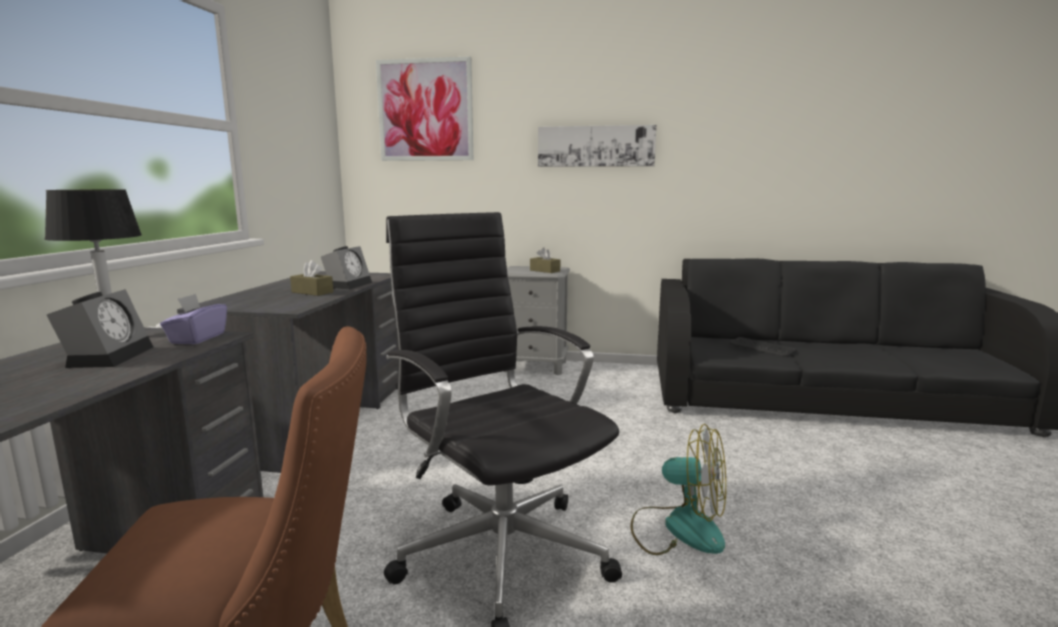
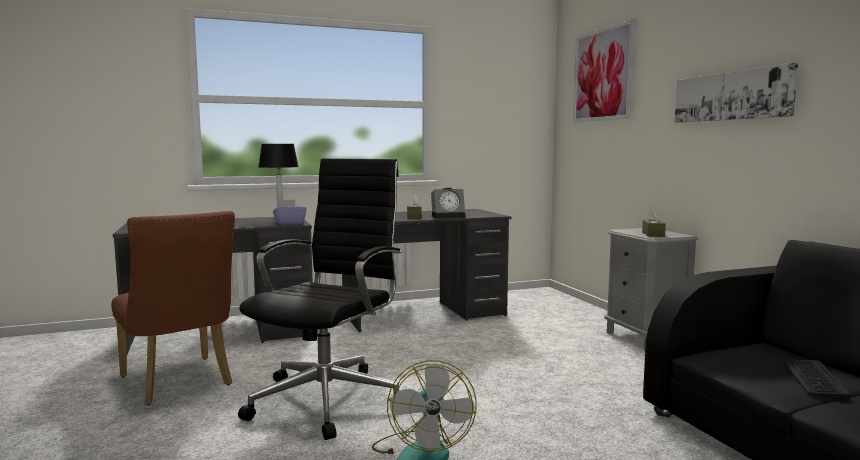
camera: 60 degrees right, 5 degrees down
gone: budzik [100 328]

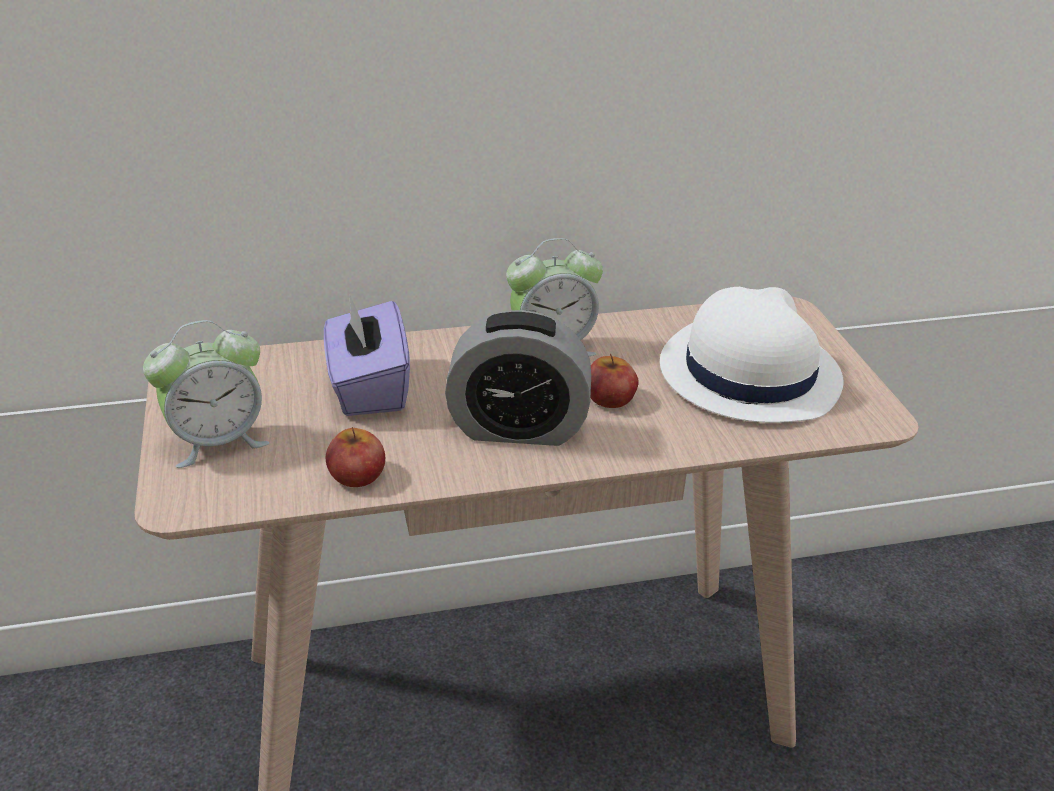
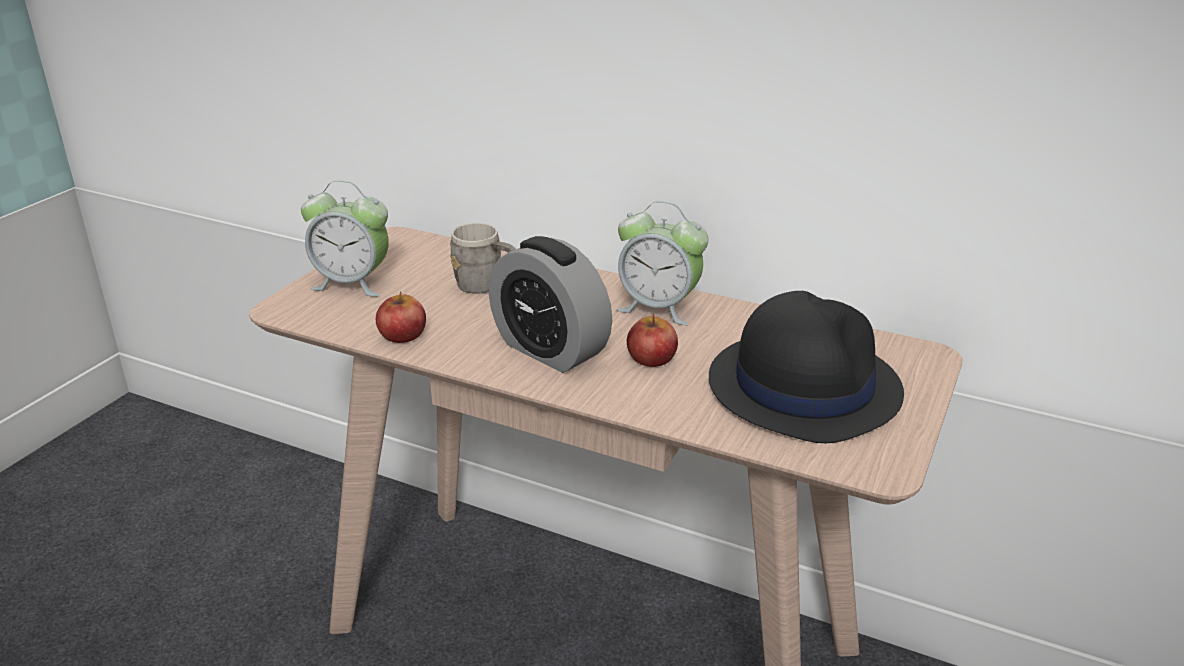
camera: 40 degrees right, 5 degrees down
swapped: pudełko chusteczek (fioletowy) [367 356] to kubek (szary) [483 258]
repainted: kapelusz (biały) [752 355] to kapelusz (czarny) [806 367]

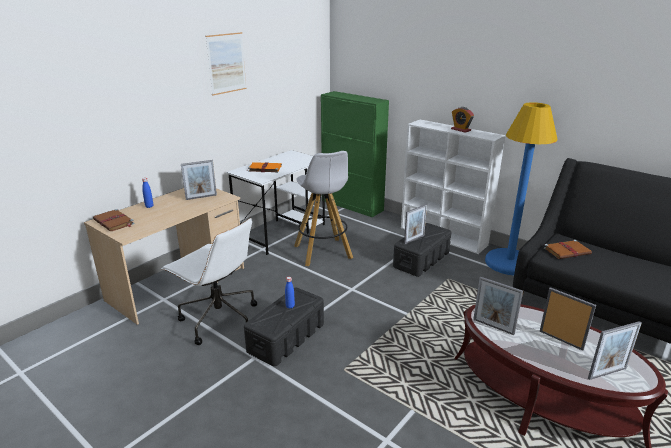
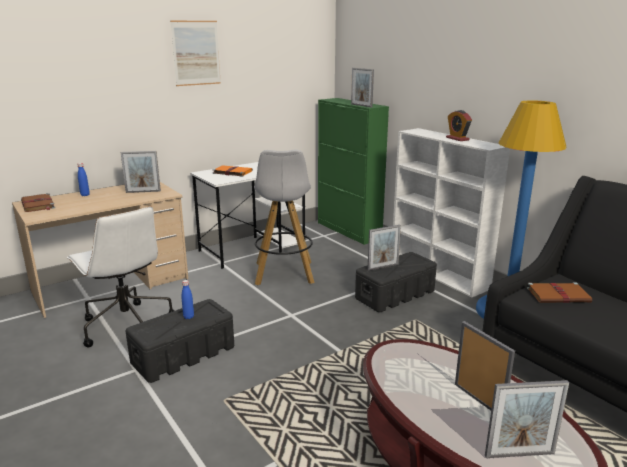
camera: 15 degrees right, 5 degrees down
shifted: ramka na zdjęcie [498 306] to [362 87]

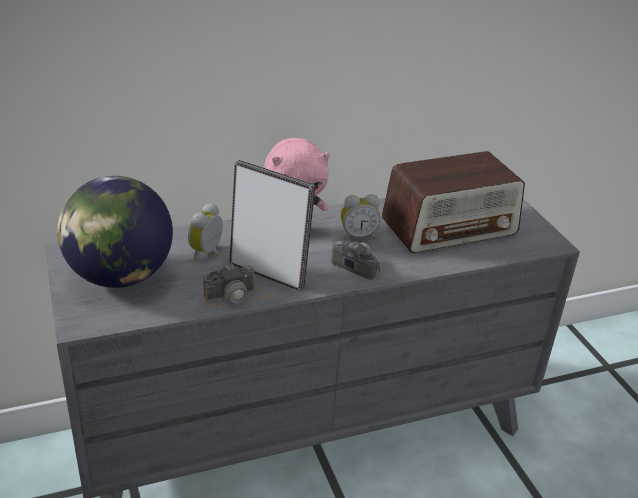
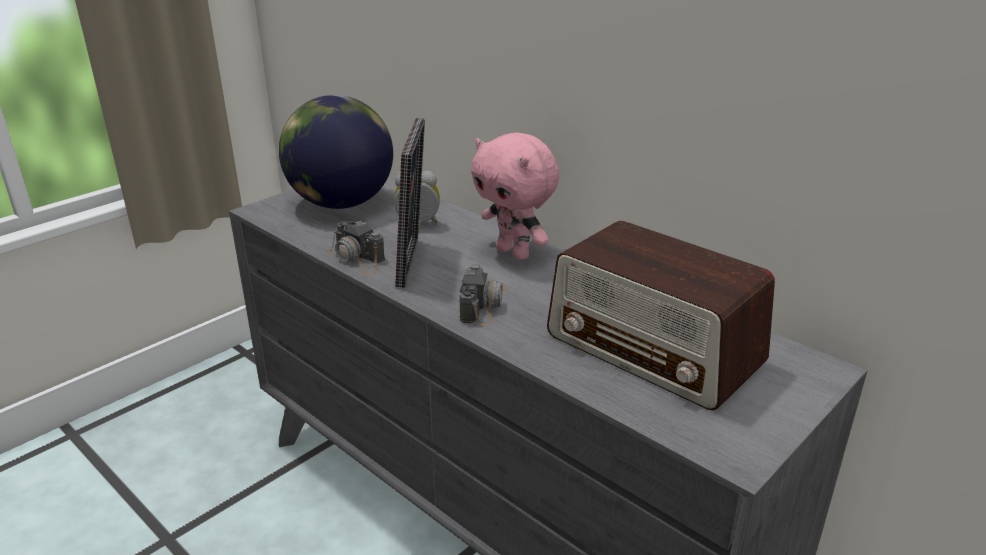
camera: 65 degrees right, 5 degrees down
gone: budzik [361 217]

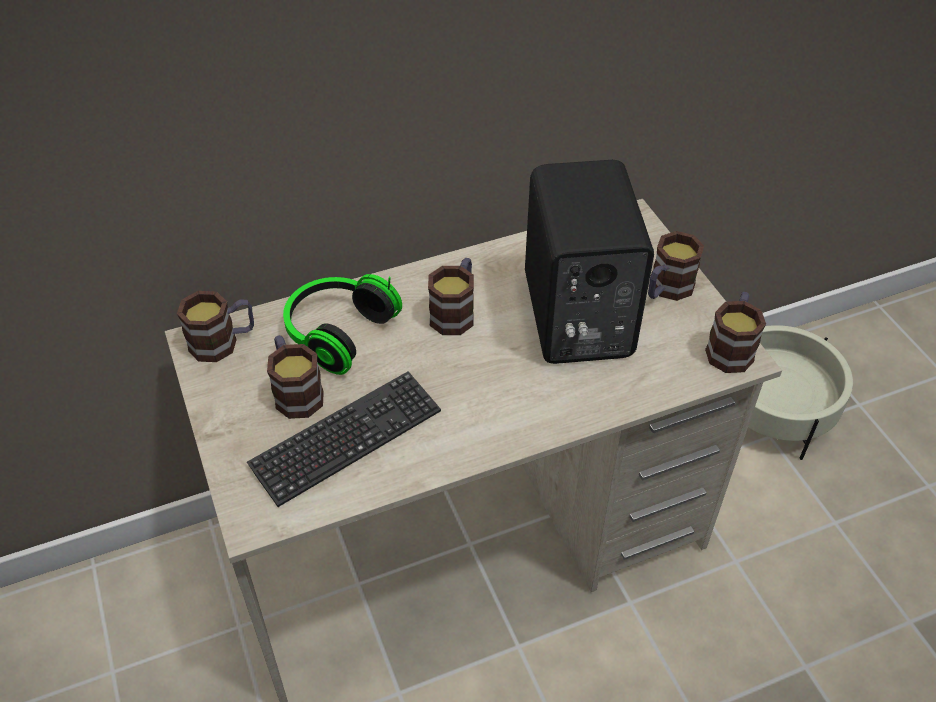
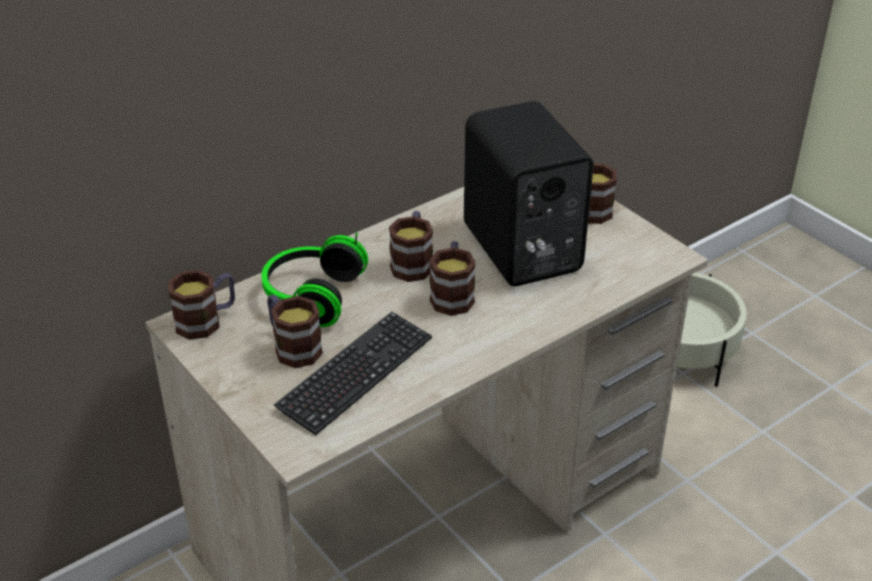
camera: 15 degrees left, 10 degrees down
shifted: kubek [735 332] to [452 278]

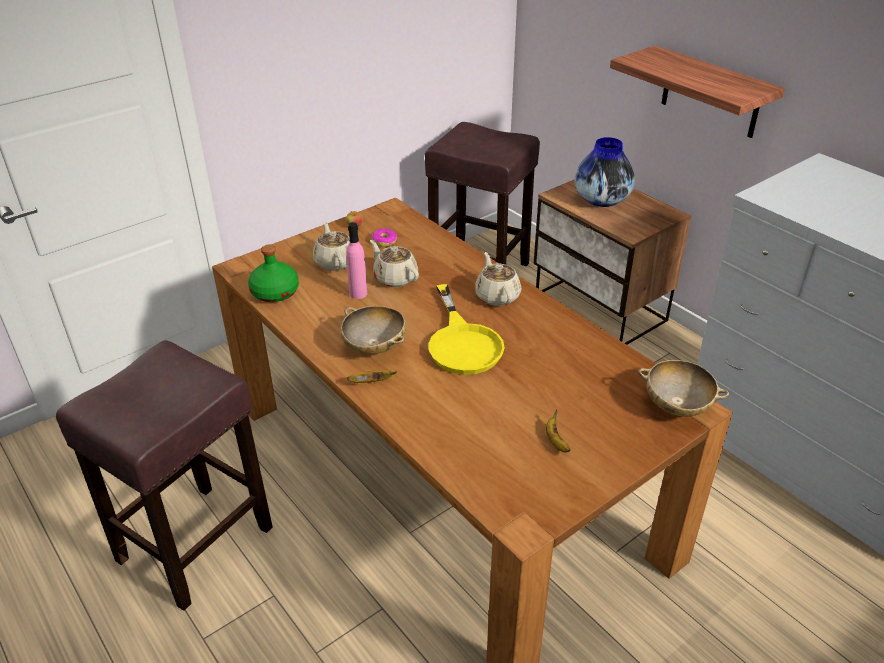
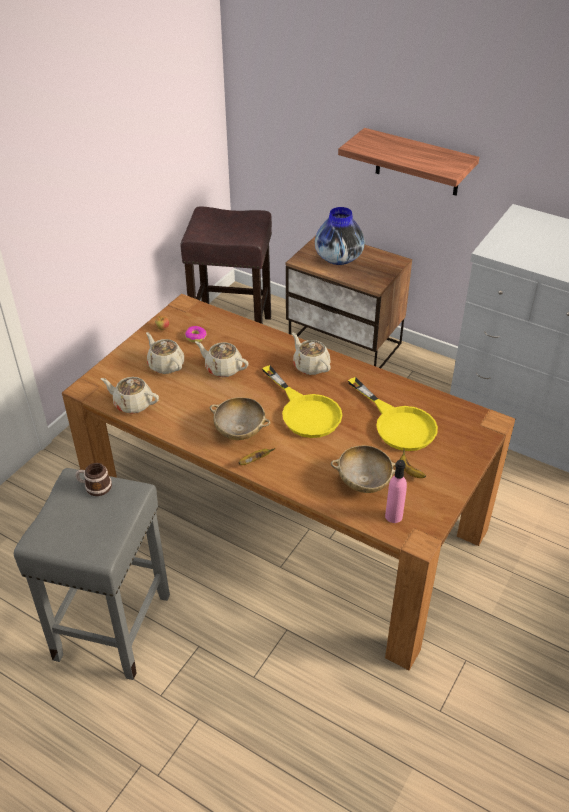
camera: 20 degrees left, 5 degrees up
new: kubek [93 479]; patelnia (żółty) [393 414]
shifted: miska (beżowy) [683 388] to [363 469]; butelka (różowy) [356 260] to [396 491]
swapped: butelka (zielony) [273 273] to imbryk (beżowy) [130 395]
repainted: stołek (brązowy) [164 475] to stołek (szary) [92 574]

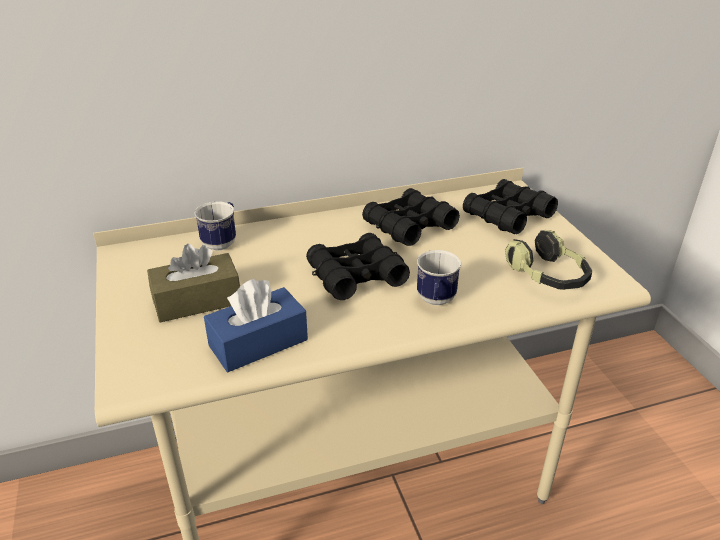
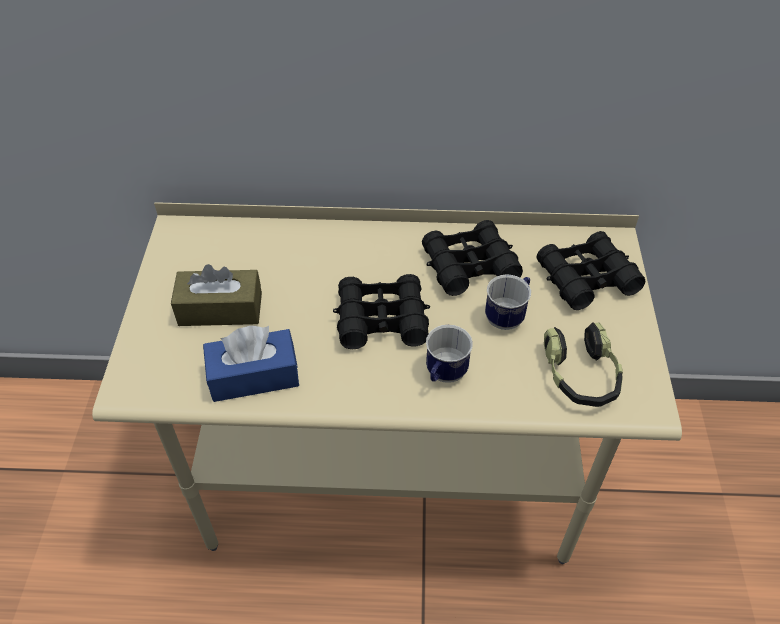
camera: 20 degrees right, 15 degrees up
shifted: kubek [215 226] to [508 302]

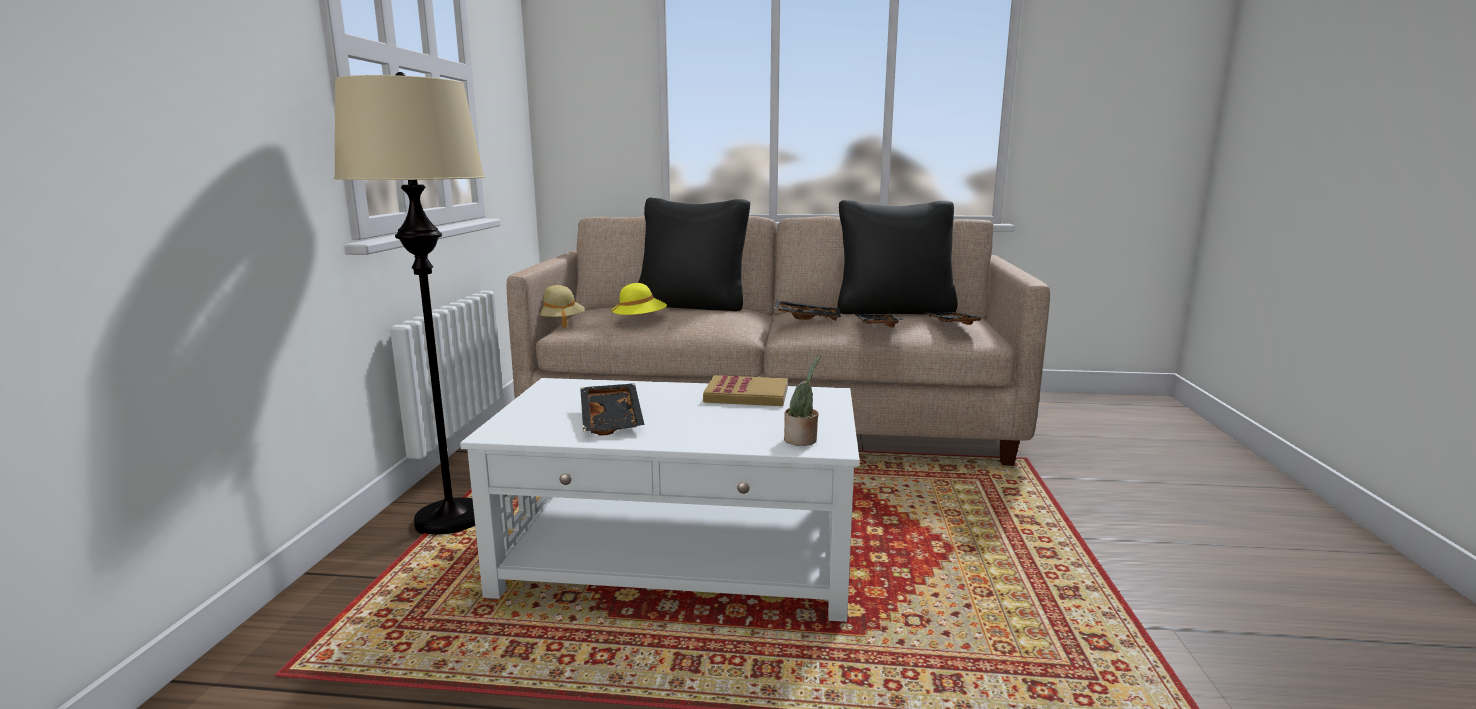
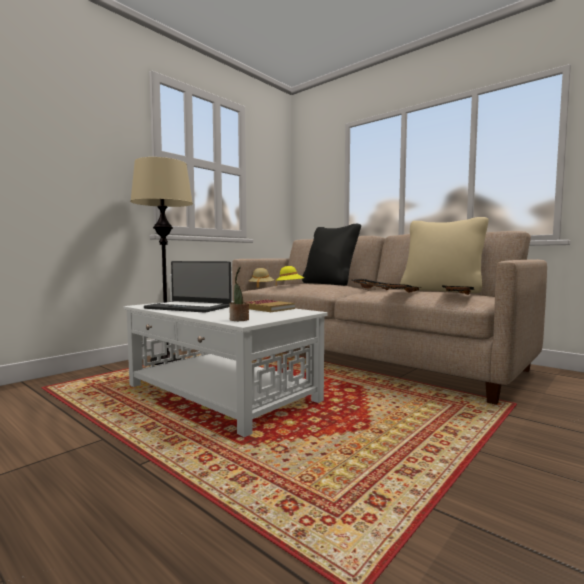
camera: 35 degrees right, 10 degrees down
swapped: taca (czarny) [612 409] to laptop [188 287]
repainted: poduszka (czarny) [897 257] to poduszka (beżowy) [444 255]

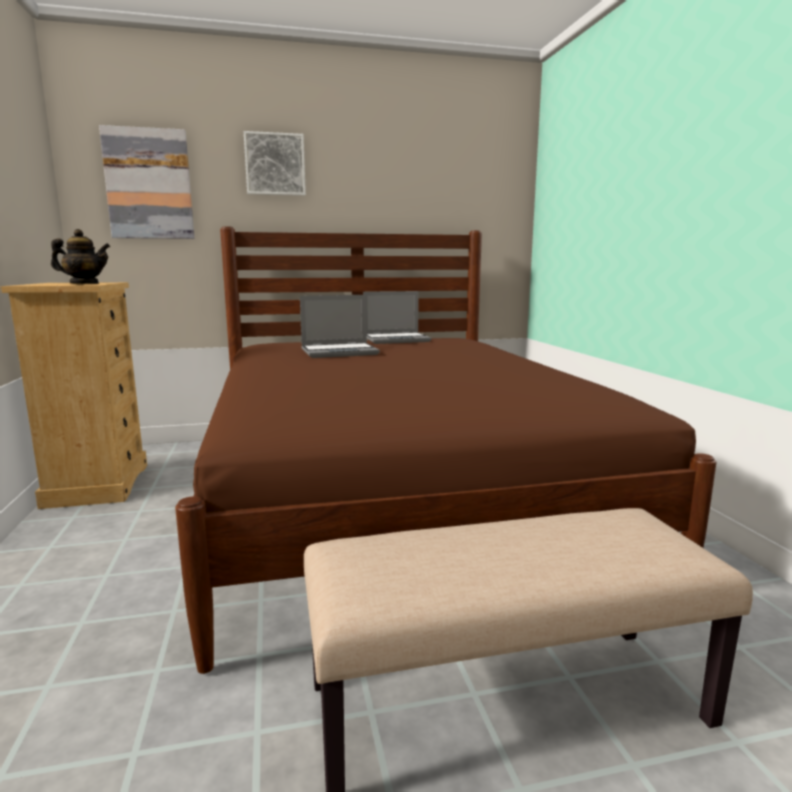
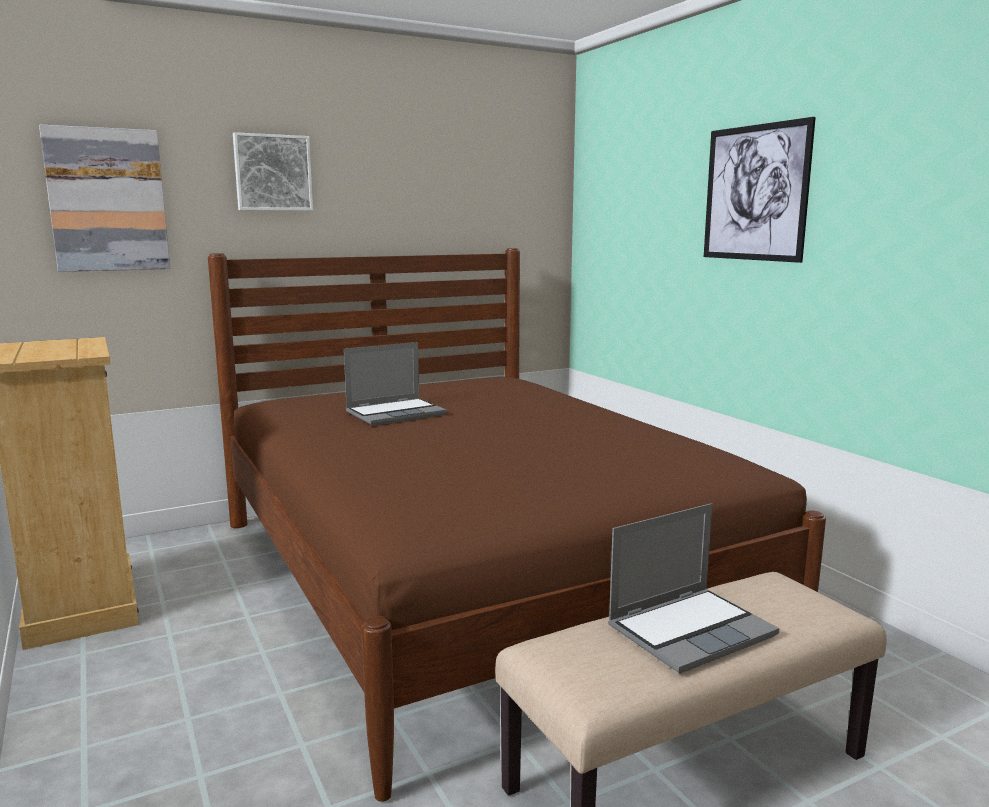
camera: 15 degrees left, 0 degrees up
gone: imbryk [80 256]
new: obraz [760 190]
shifted: laptop [397 317] to [693 588]

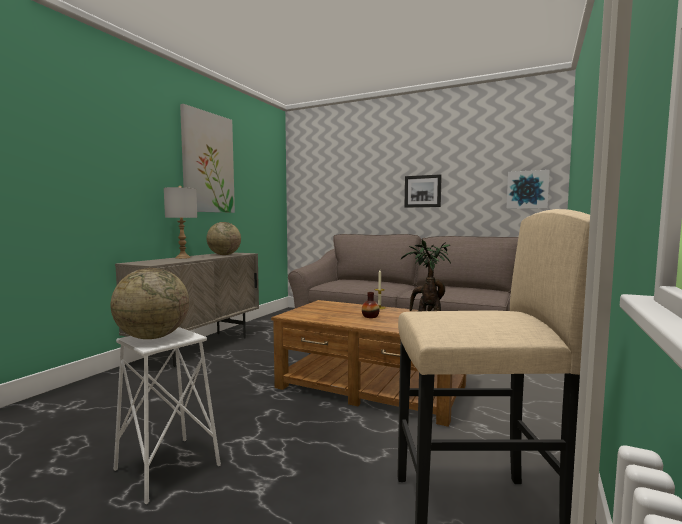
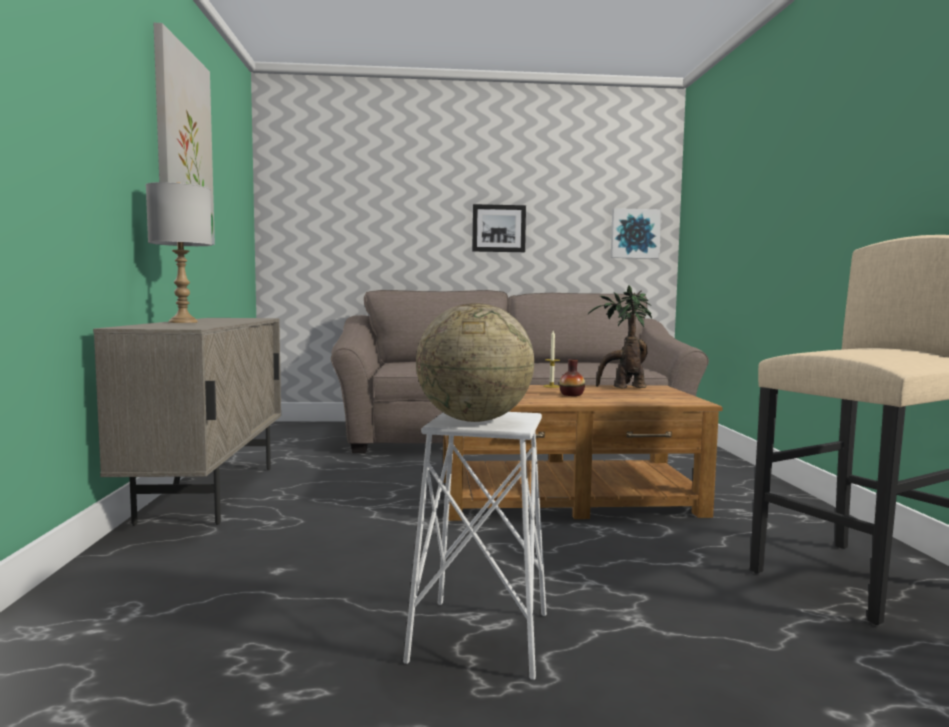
camera: 30 degrees left, 0 degrees up
gone: globus [224 238]

